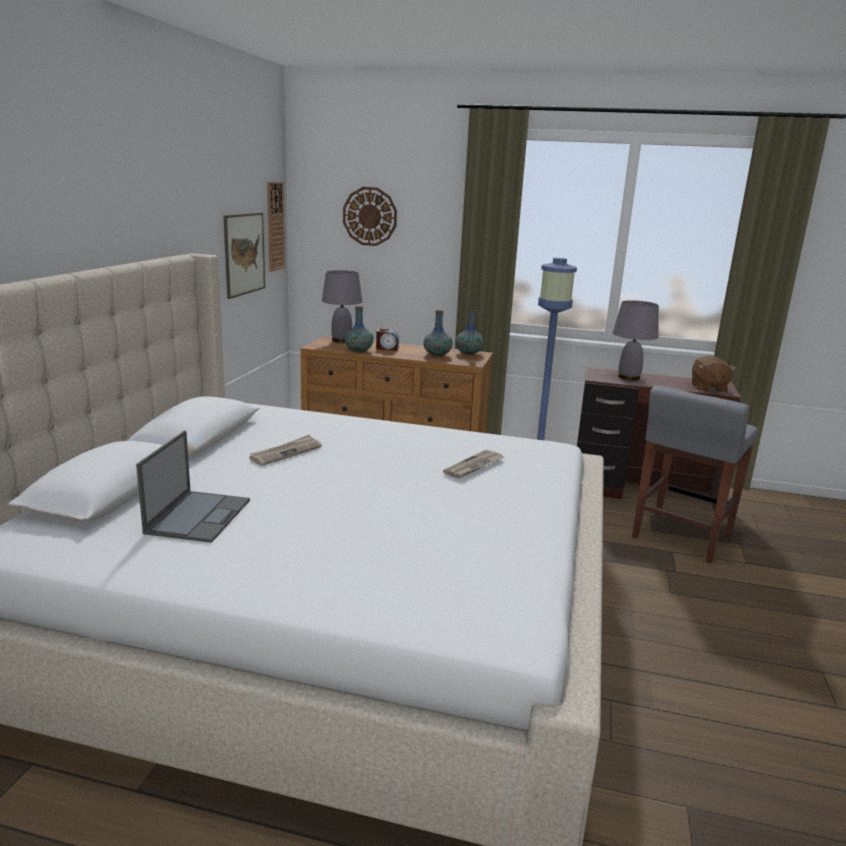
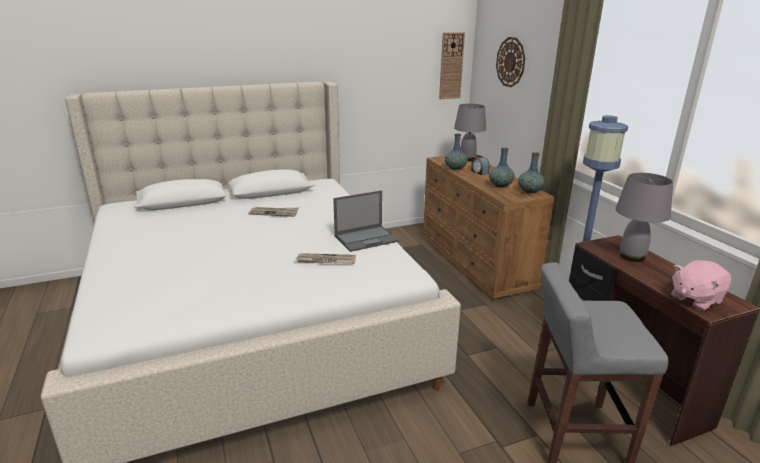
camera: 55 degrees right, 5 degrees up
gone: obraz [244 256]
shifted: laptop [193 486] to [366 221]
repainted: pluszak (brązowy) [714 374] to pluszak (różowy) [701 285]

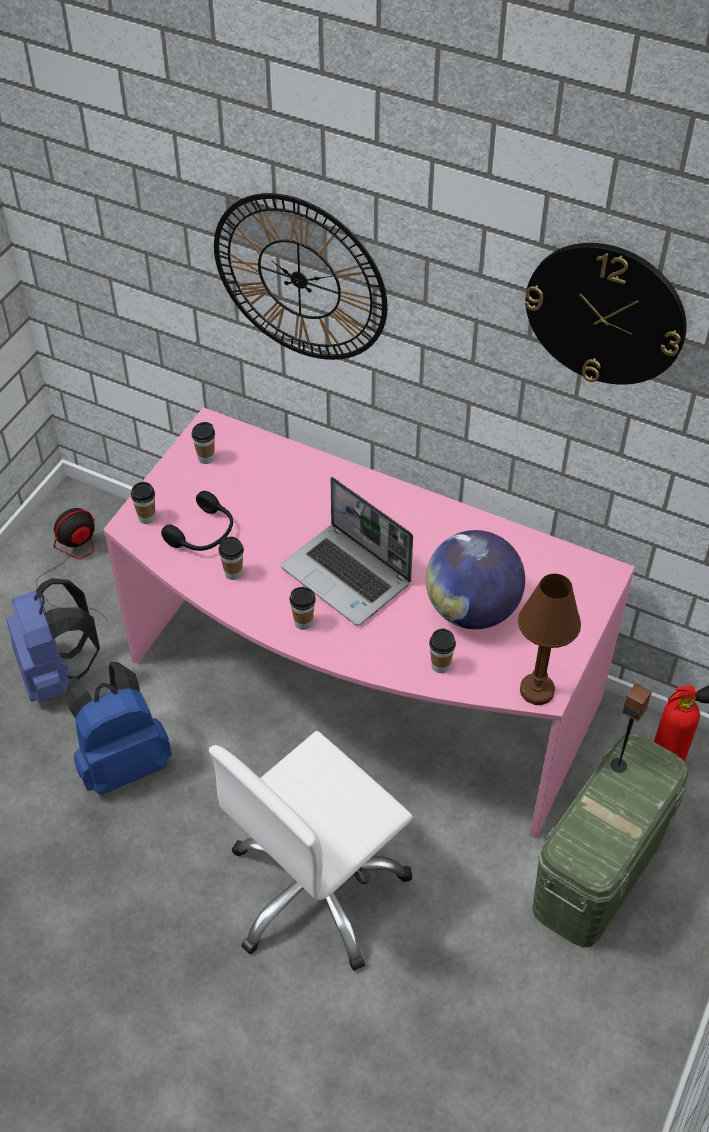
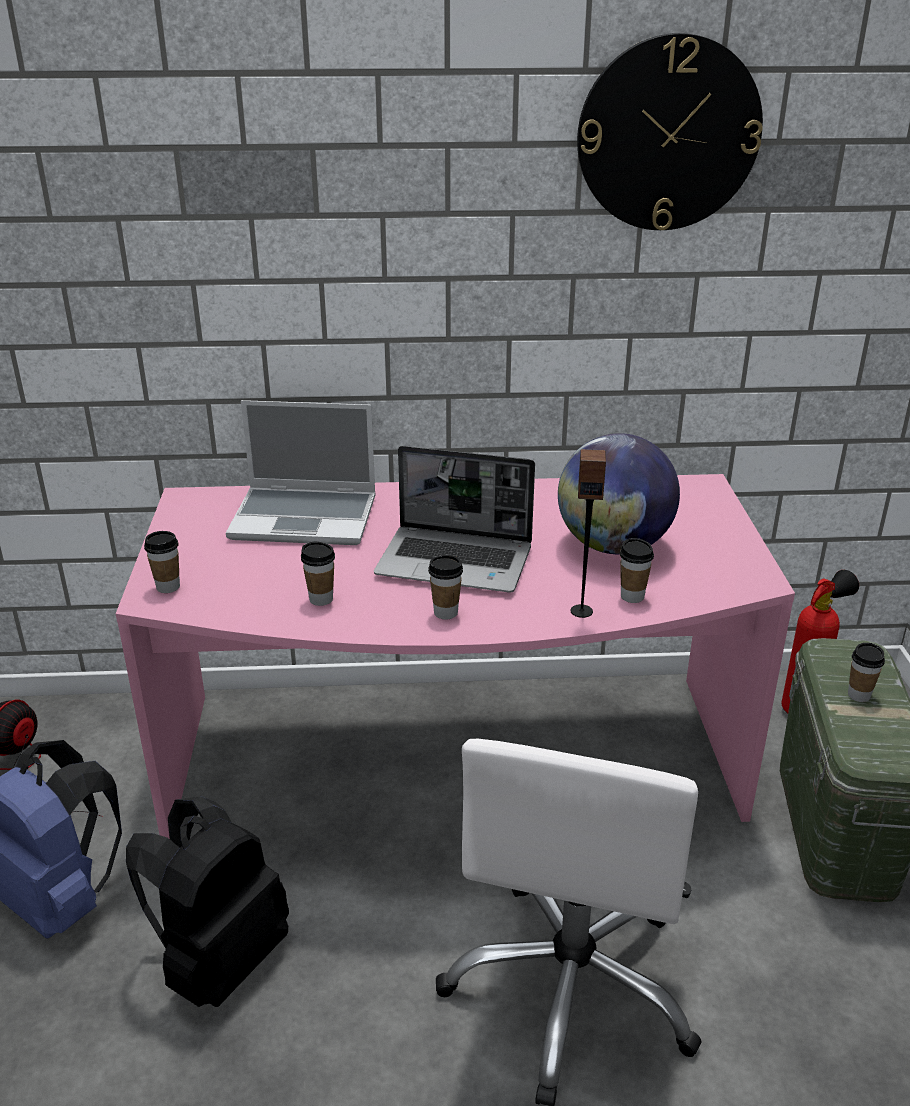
camera: 30 degrees left, 20 degrees down
gone: słuchawki (czarny) [197 521]; zegar ścienny [301 276]; lampa stołowa (brązowy) [549 639]
new: laptop [301 472]
shifted: głośnik [631 728] to [588 533]; filiżanka [203 443] to [866 672]
repainted: plecak (niebieski) [118 728] to plecak (czarny) [207 901]

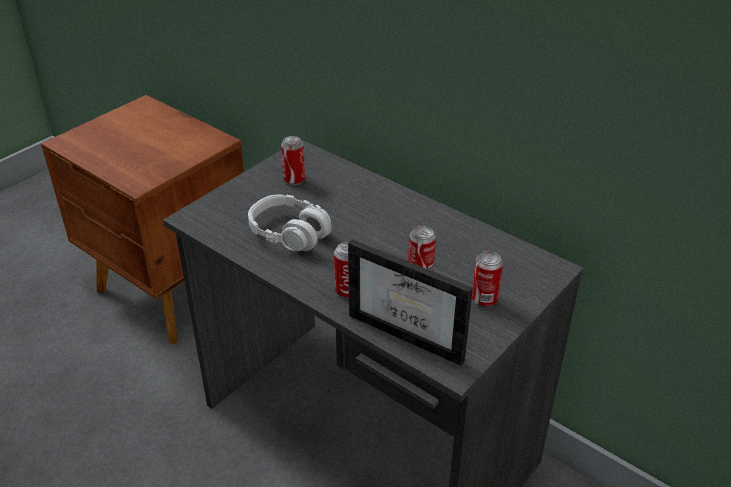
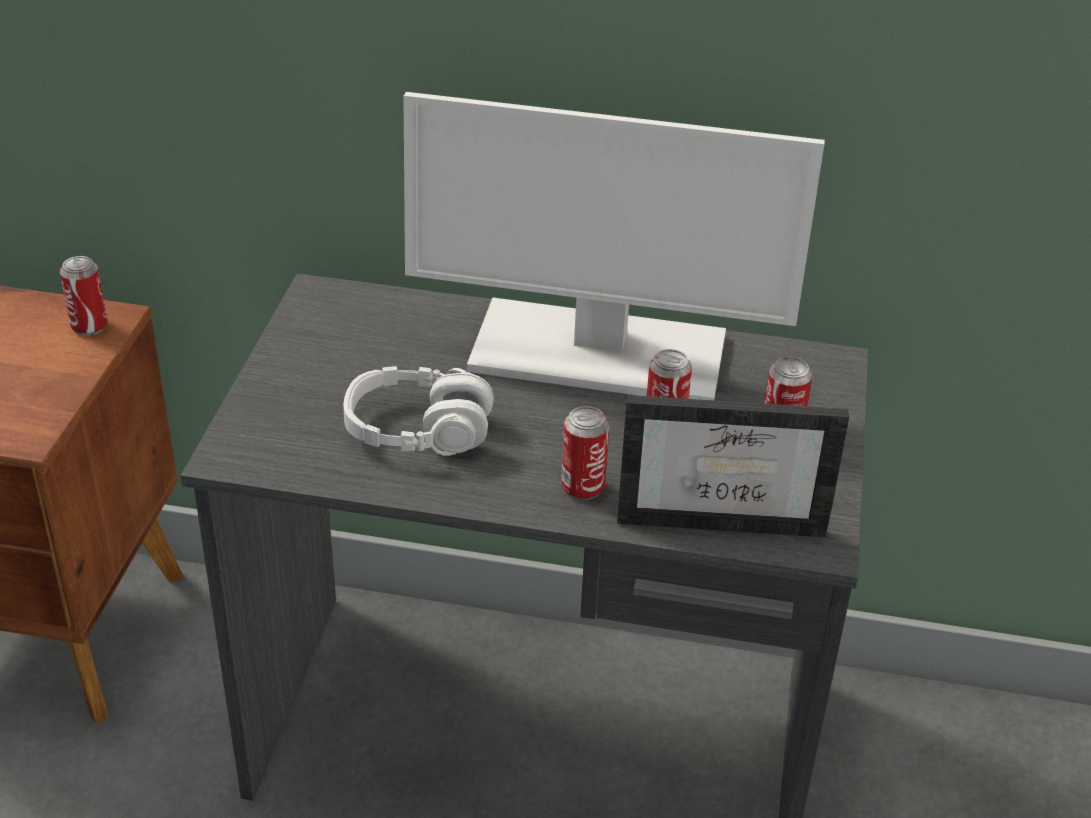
camera: 30 degrees left, 0 degrees up
new: monitor [614 246]
shifted: puszka [293 160] to [83 296]

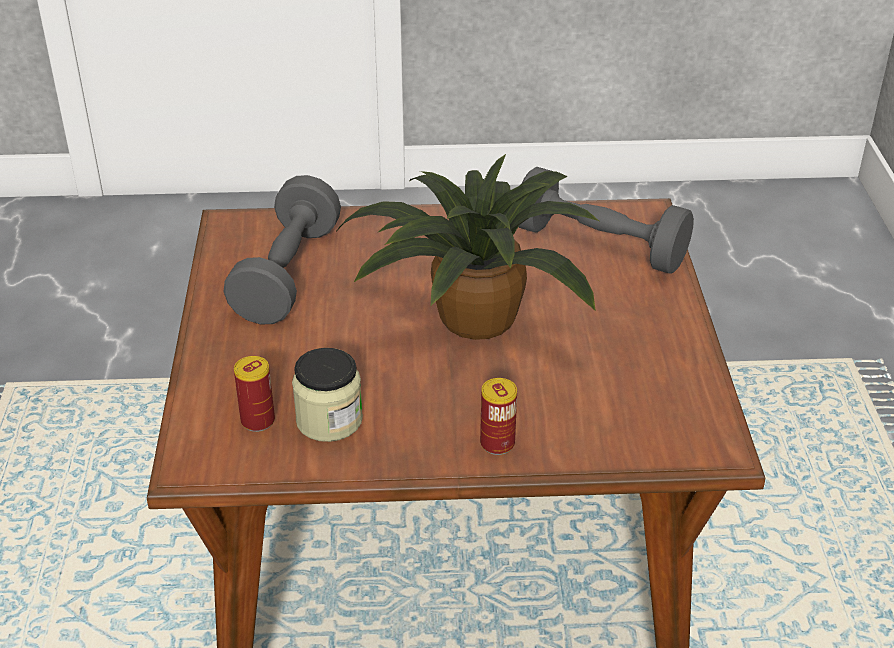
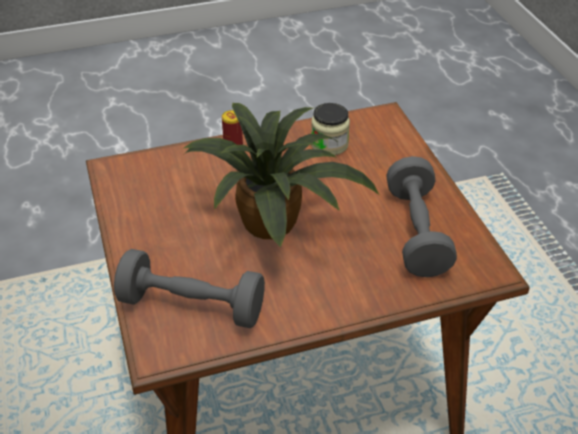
camera: 165 degrees right, 5 degrees up
gone: puszka [254 394]

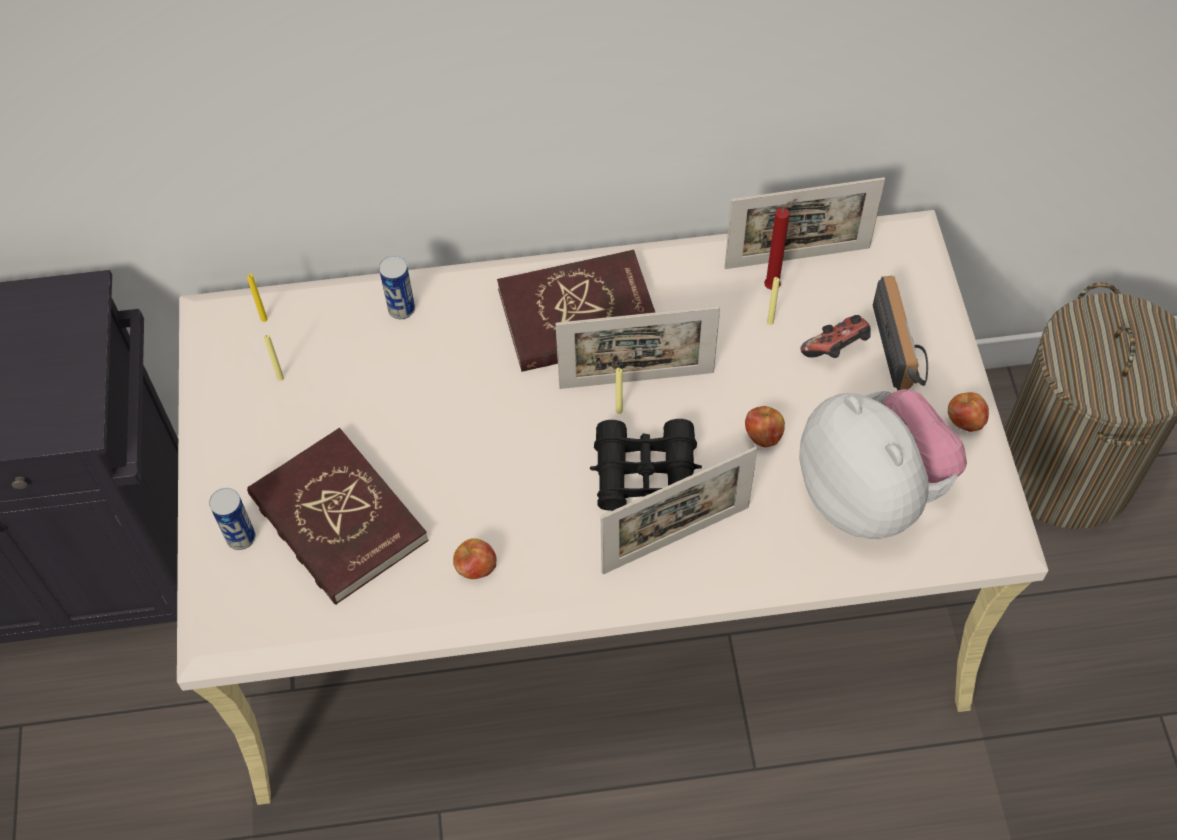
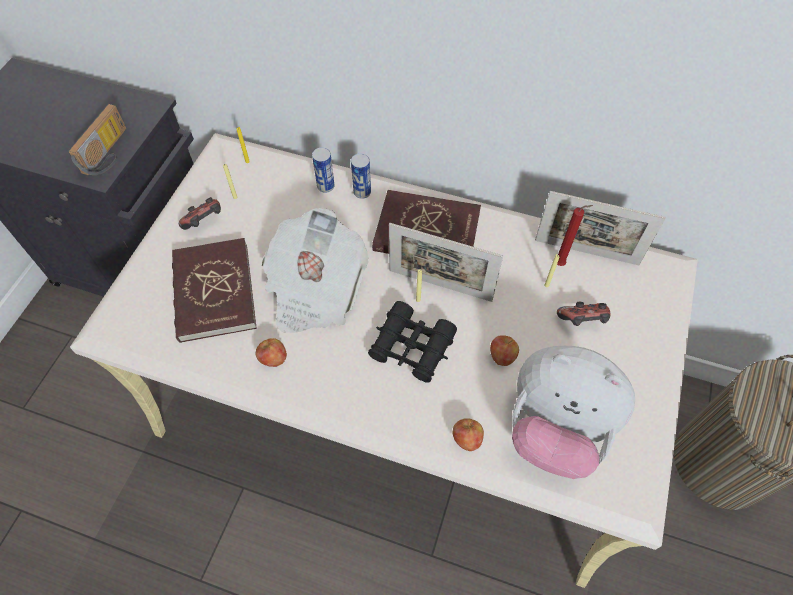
camera: 25 degrees right, 0 degrees up
gone: ramka na zdjęcie [679 510]
new: pad do gier [200 213]; gazeta [315 270]
shifted: radio [900 333] to [97 139]; puszka [232 519] to [361 176]; jabłko [968 412] to [468 434]
rotated: pluszak [883 464] = [573 412] 120 degrees clockwise

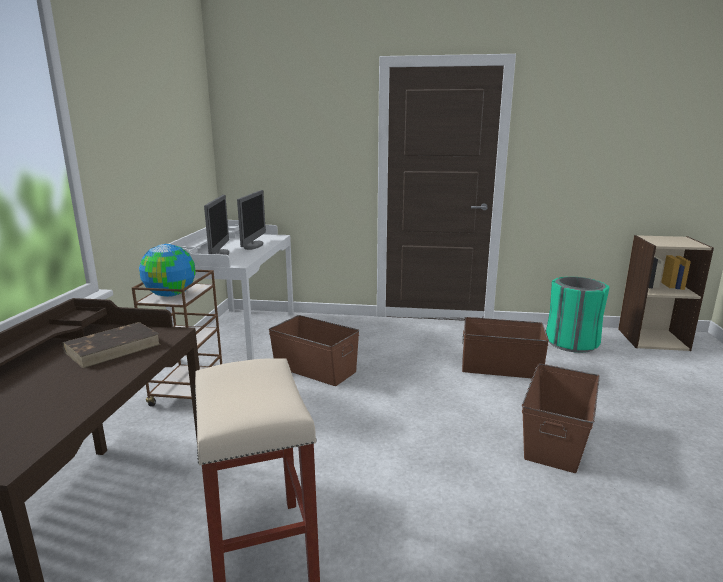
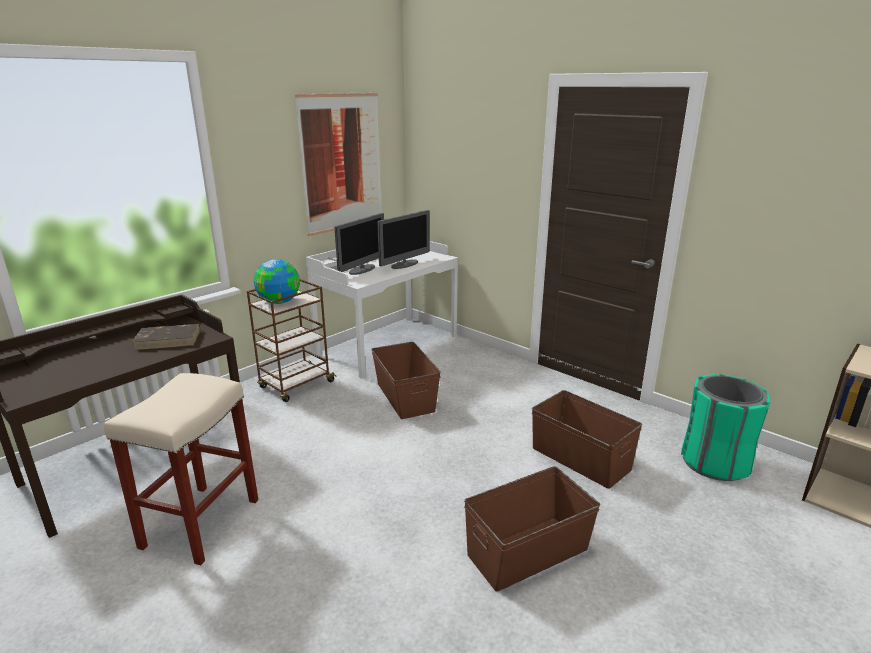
camera: 35 degrees right, 5 degrees up
new: obraz [338 164]

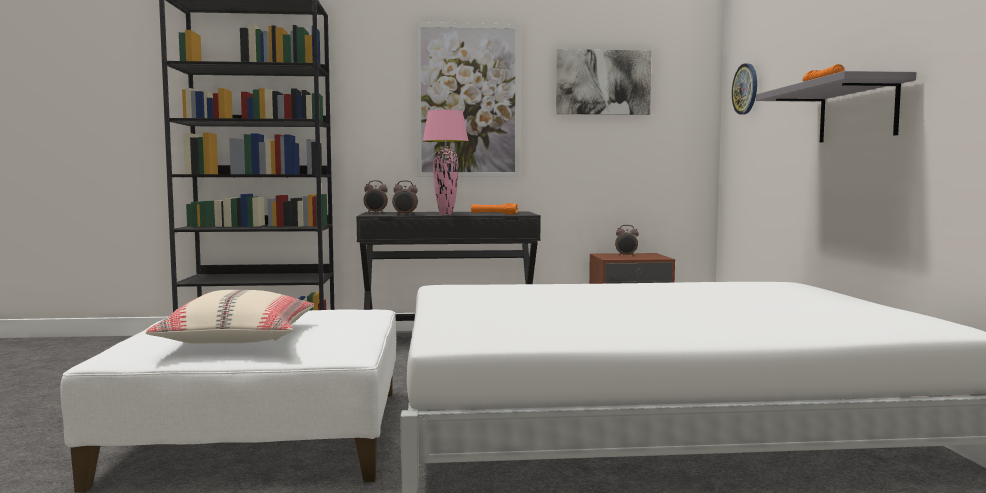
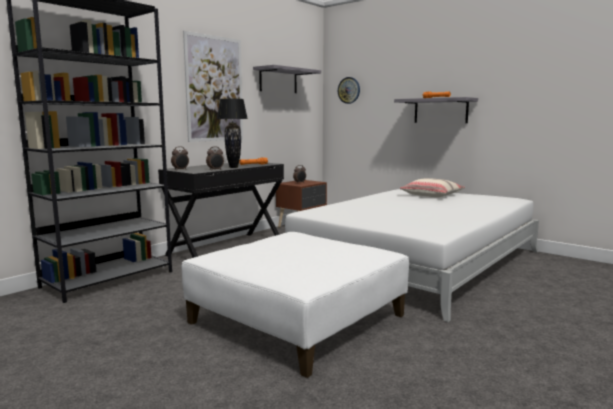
camera: 45 degrees left, 5 degrees up
shifted: poduszka (beżowy) [230 317] to [432 187]
swapped: obraz [603 82] to półka (szary) [287 79]
repainted: lampa stołowa (różowy) [445 162] to lampa stołowa (czarny) [232 133]

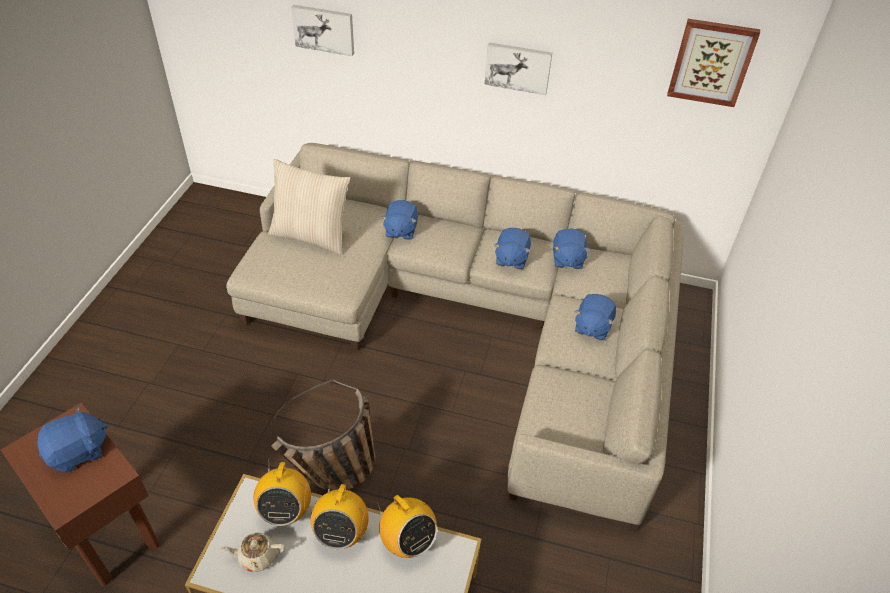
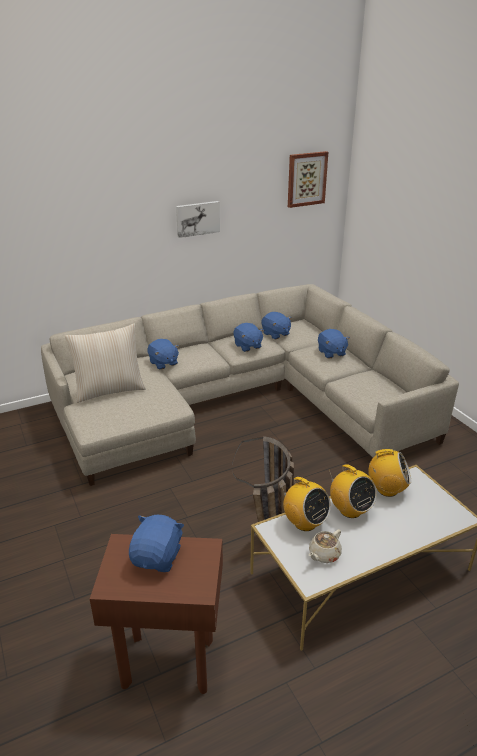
camera: 40 degrees left, 15 degrees down
gone: obraz [322 30]

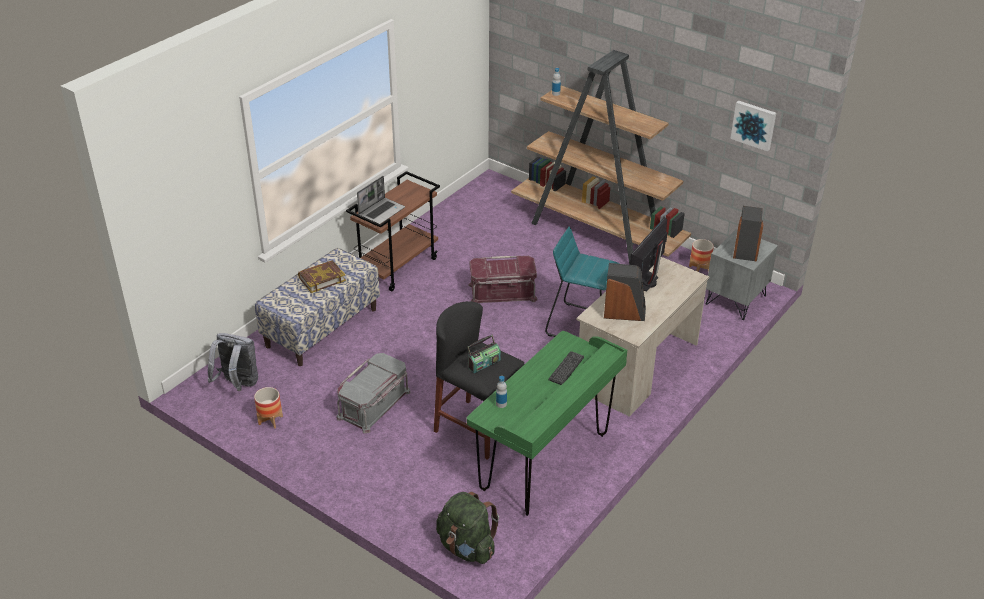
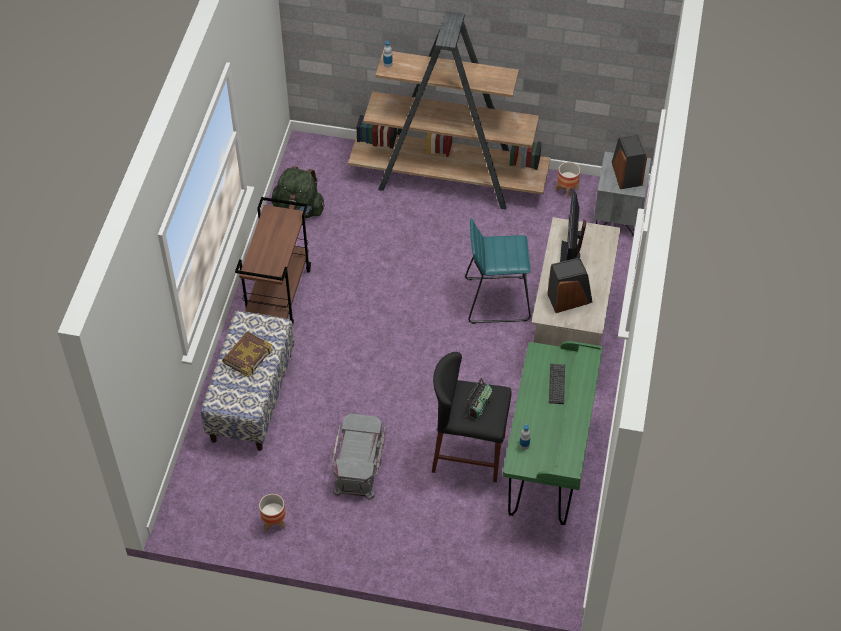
camera: 25 degrees left, 15 degrees up
gone: plecak (szary) [233 362]; laptop [381 200]; pojemnik do przechowywania (czerwony) [503 279]; obraz [753 125]
shifted: plecak (zielony) [467 528] to [298 192]

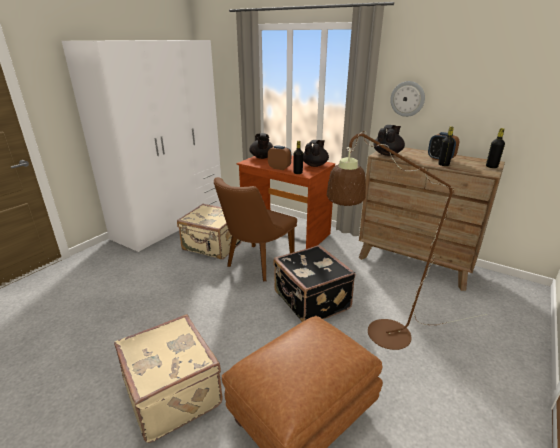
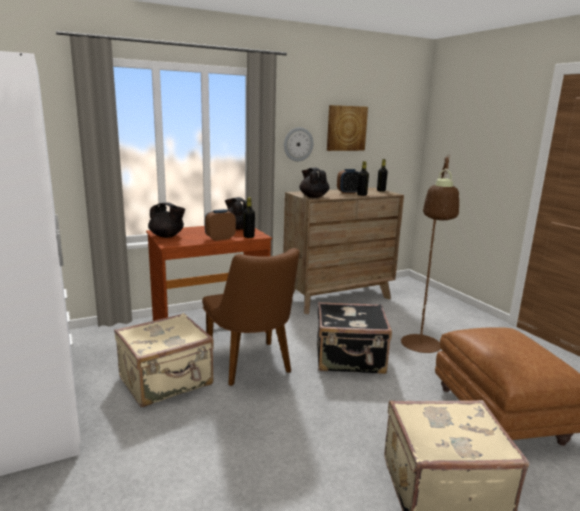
camera: 60 degrees left, 10 degrees down
new: obraz [347 128]

